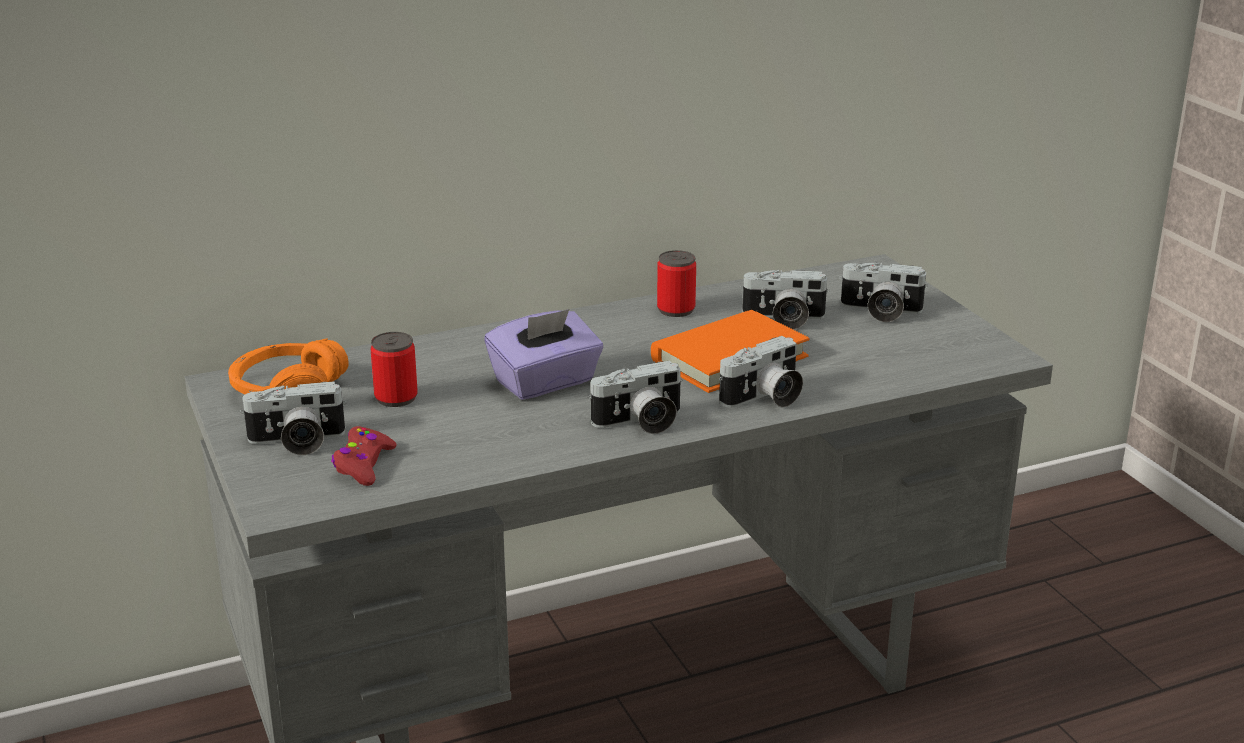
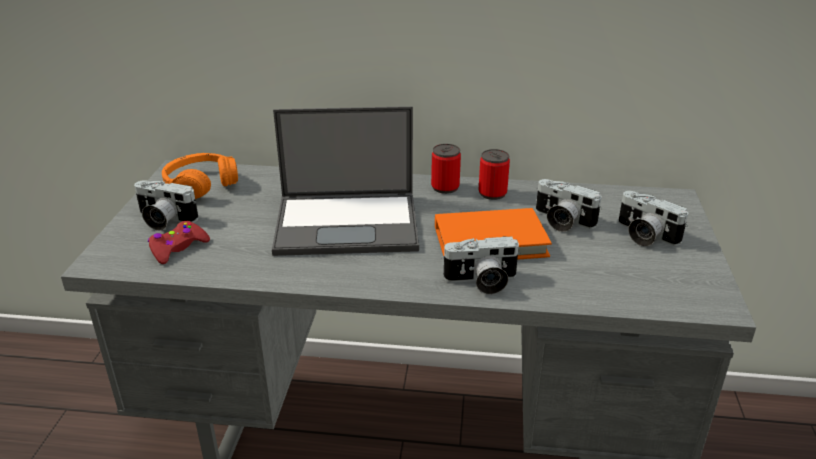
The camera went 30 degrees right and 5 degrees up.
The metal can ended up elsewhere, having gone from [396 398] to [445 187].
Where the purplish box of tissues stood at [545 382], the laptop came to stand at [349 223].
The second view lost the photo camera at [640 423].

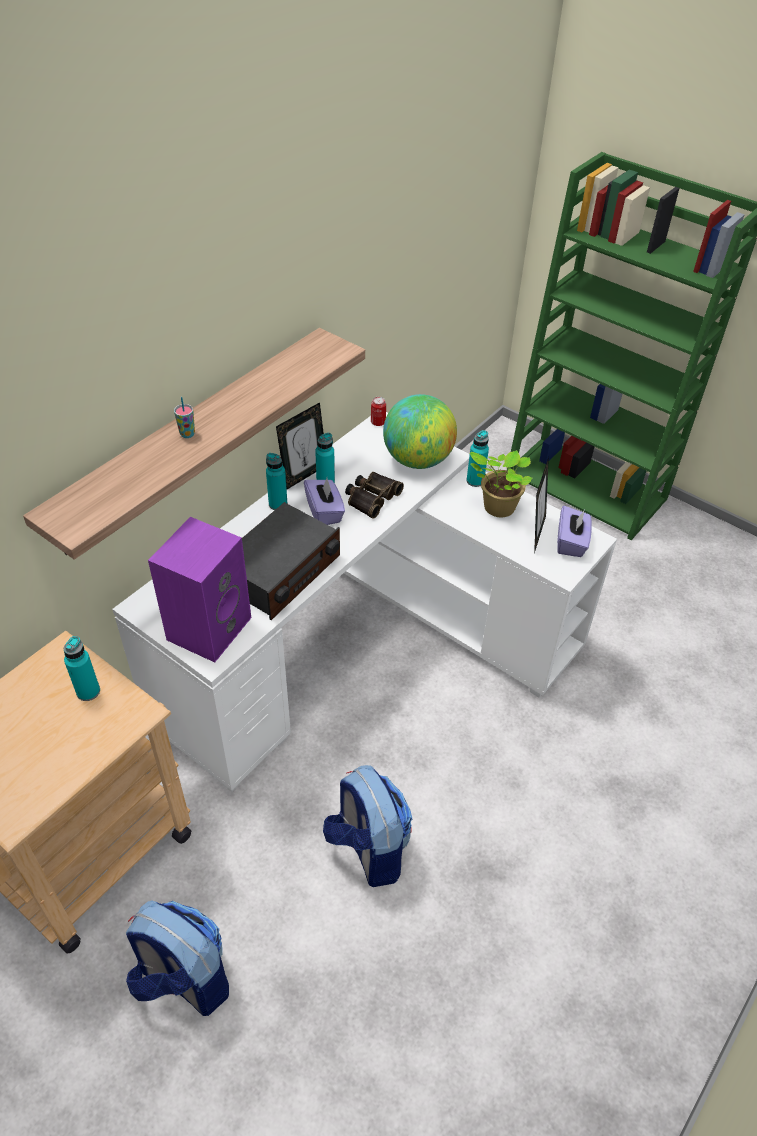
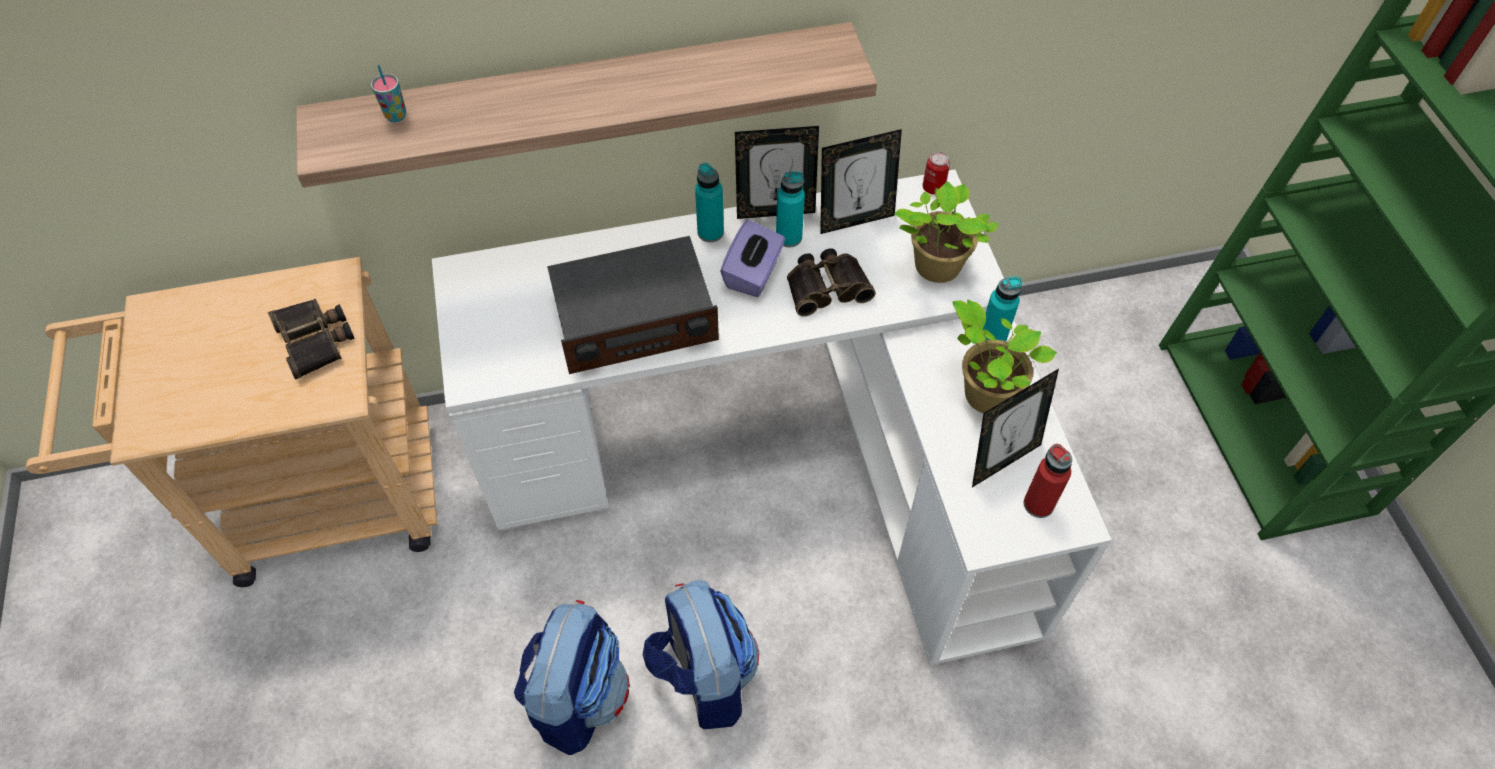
The camera went 40 degrees right and 10 degrees up.
Where the blue-green bottle stood at [88 691], the field glasses came to stand at [316 340].
The knapsack ended up elsewhere, having gone from [184 979] to [704 676].
The second view lost the purplish loudspeaker at [209 626].
The small cup ended up elsewhere, having gone from [187 434] to [396 116].
Where the globe stood at [418 460], the potted plant came to stand at [934 268].
Where the purplish box of tissues stood at [571 542], the reddish bottle came to stand at [1038 504].
The second view gained the picture frame at [855 220].

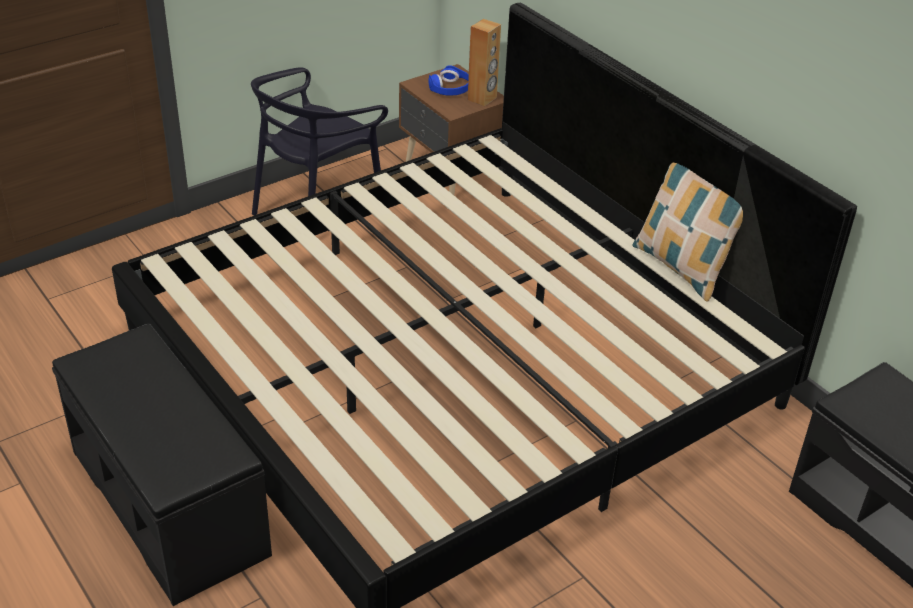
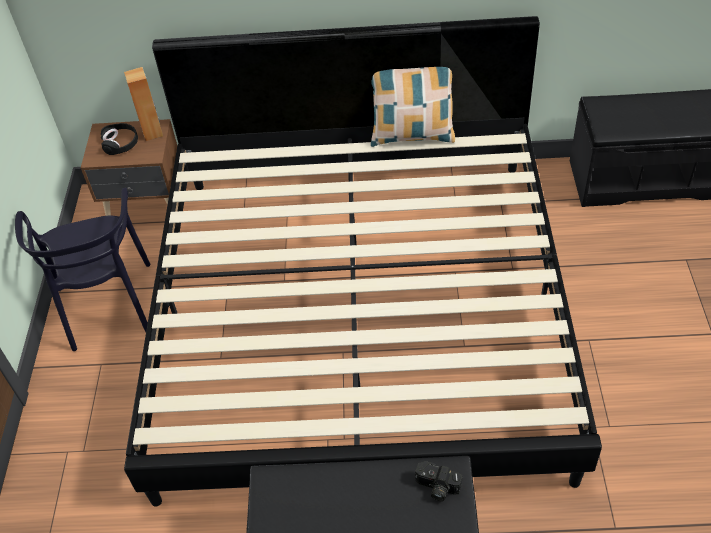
The camera went 50 degrees left and 10 degrees up.
What was the blue pair of headphones at [450 88] turned into the black-coloured pair of headphones at [121 143].
The second view gained the photo camera at [436 487].

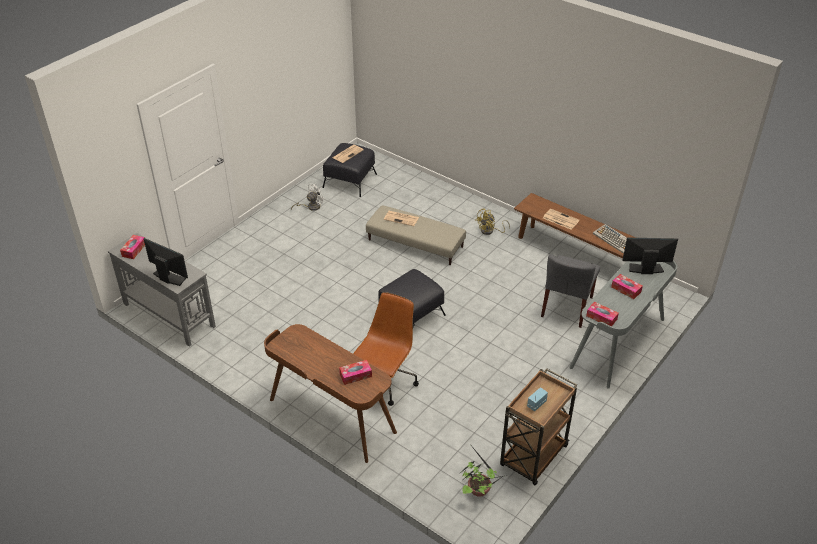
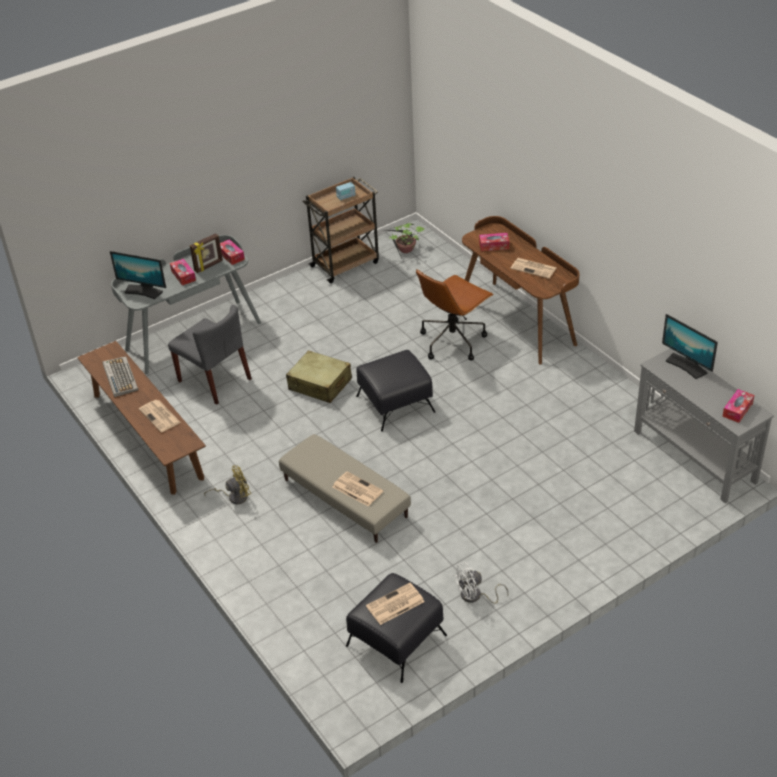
The camera went 160 degrees left and 0 degrees up.
The gray upright chair at [567 307] ended up facing another way, 90 degrees clockwise from before.
The second view gained the picture frame at [209 266].
The second view gained the sand-coloured travel case at [320 384].
The second view gained the newspaper at [534 268].

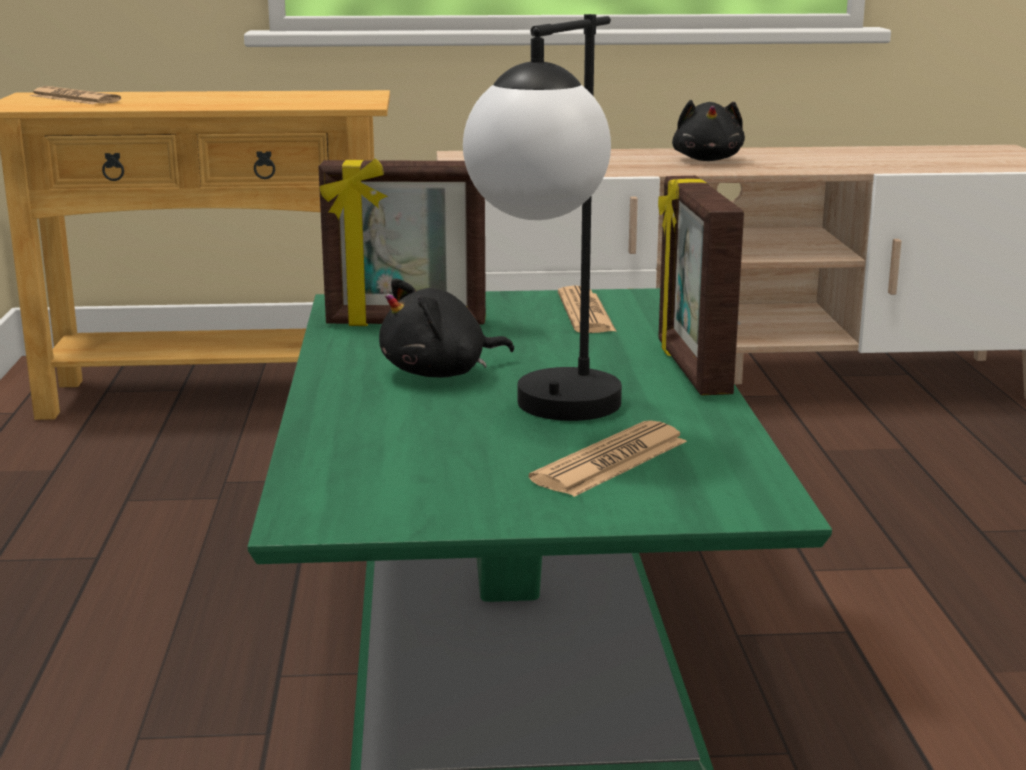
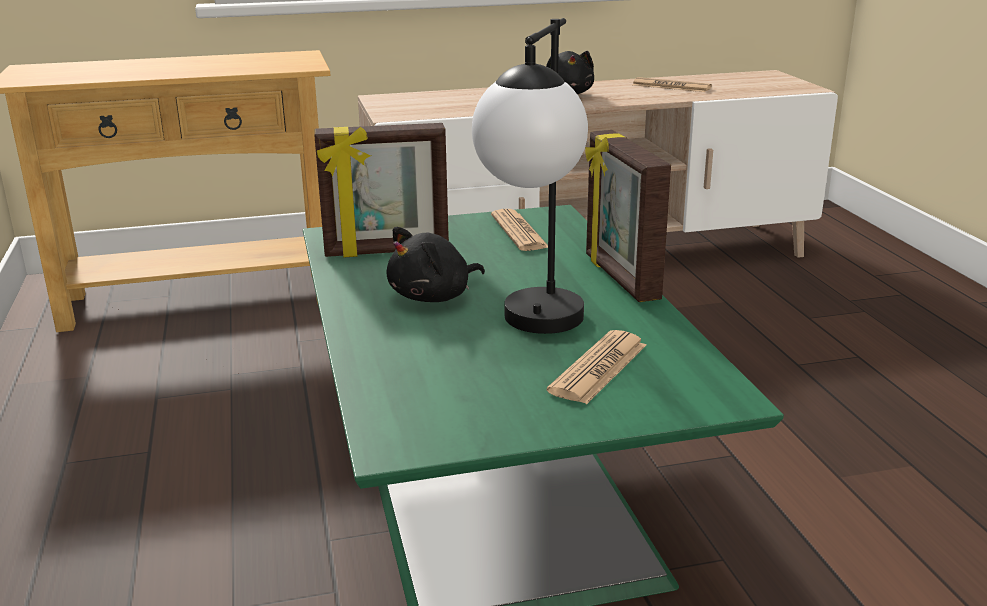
The camera went 10 degrees left and 5 degrees up.
The newspaper ended up elsewhere, having gone from [74 98] to [671 86].

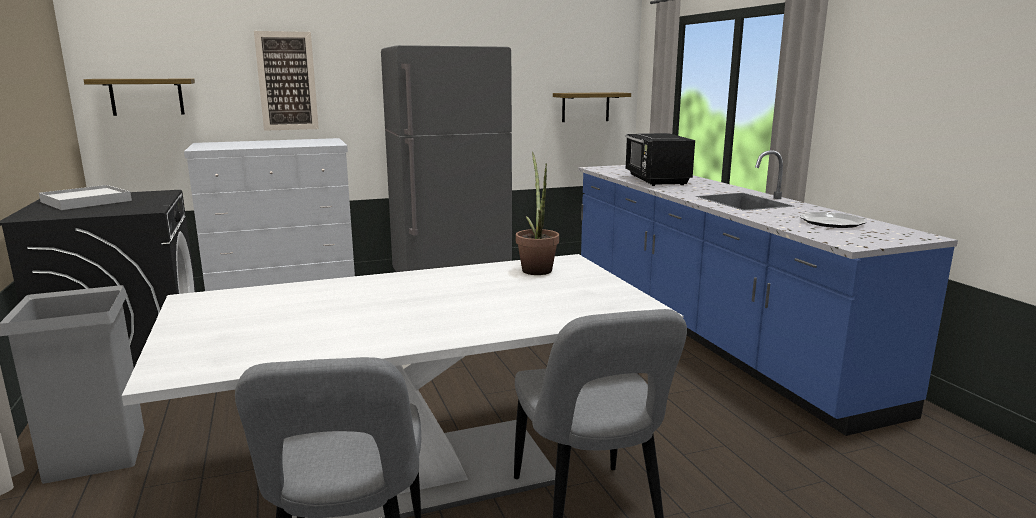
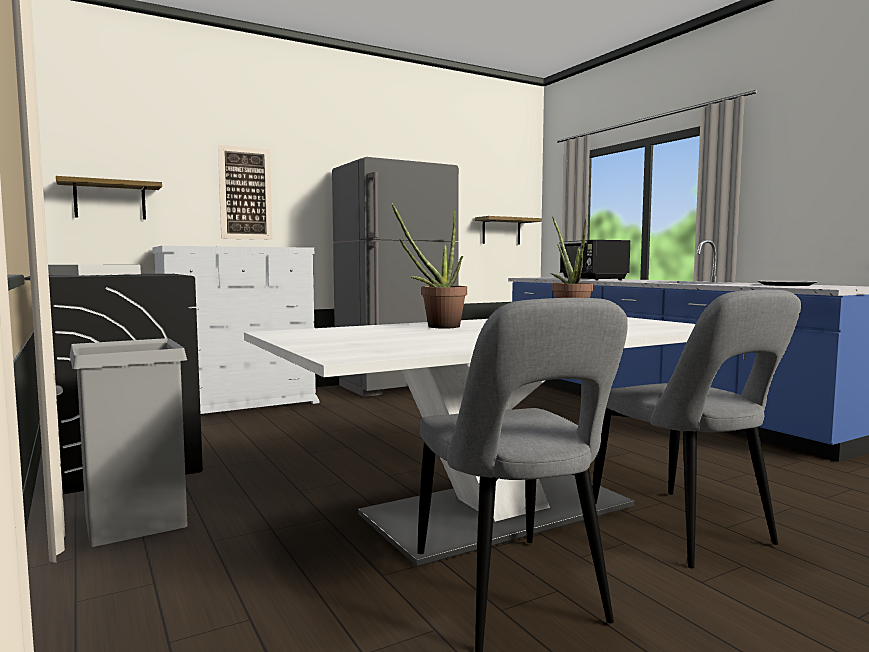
The camera went 10 degrees left and 10 degrees down.
The second view gained the potted plant at [437 327].

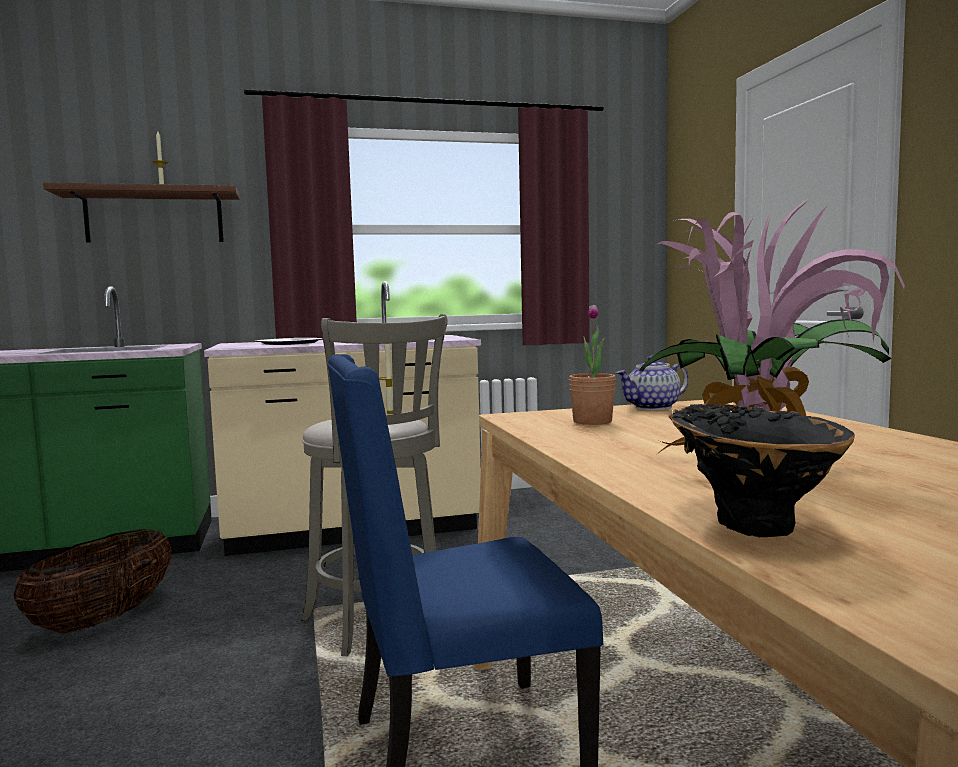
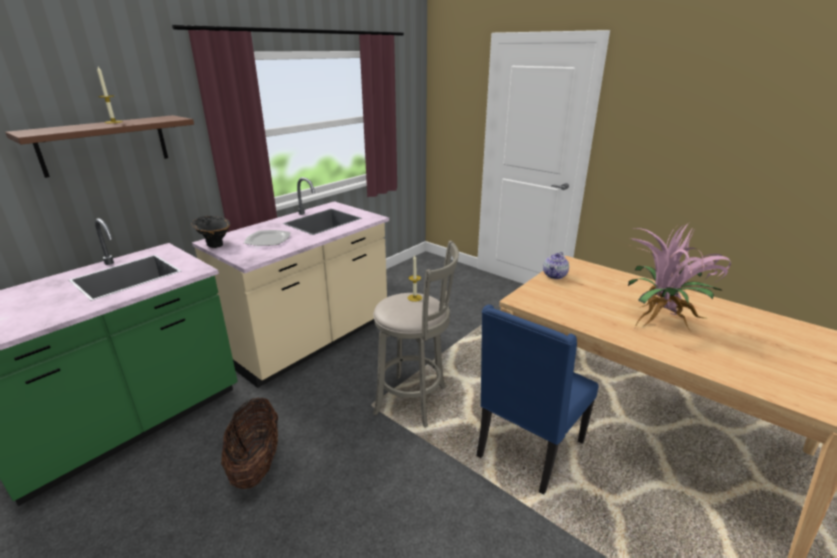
The camera went 35 degrees left and 20 degrees up.
The second view lost the potted plant at [592 421].
The black-coloured flower vase ended up elsewhere, having gone from [752 521] to [215 243].

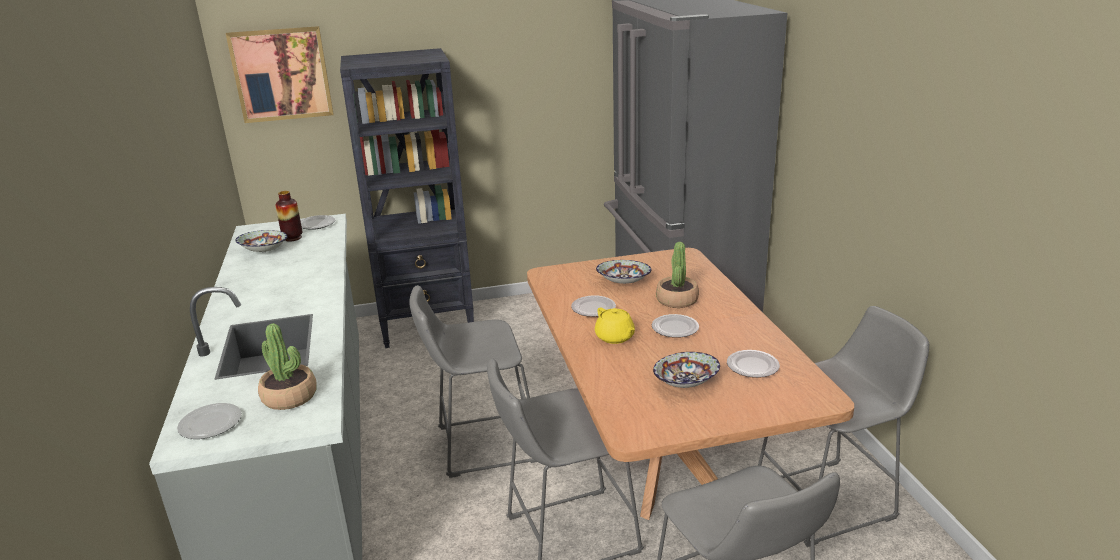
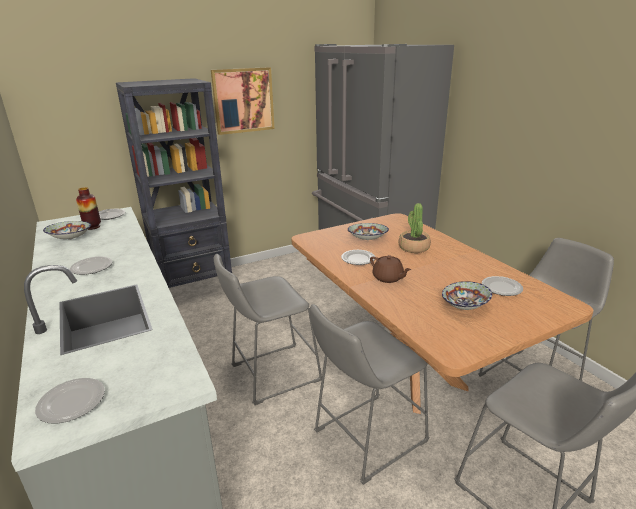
The camera went 15 degrees left and 0 degrees up.
The wall picture ended up elsewhere, having gone from [281 74] to [243 100].
The second view lost the potted plant at [290 396].
What was the yellow-coloured tea pot at [615 337] turned into the brown-coloured tea pot at [388 278].
The plate ended up elsewhere, having gone from [674 328] to [91 268].

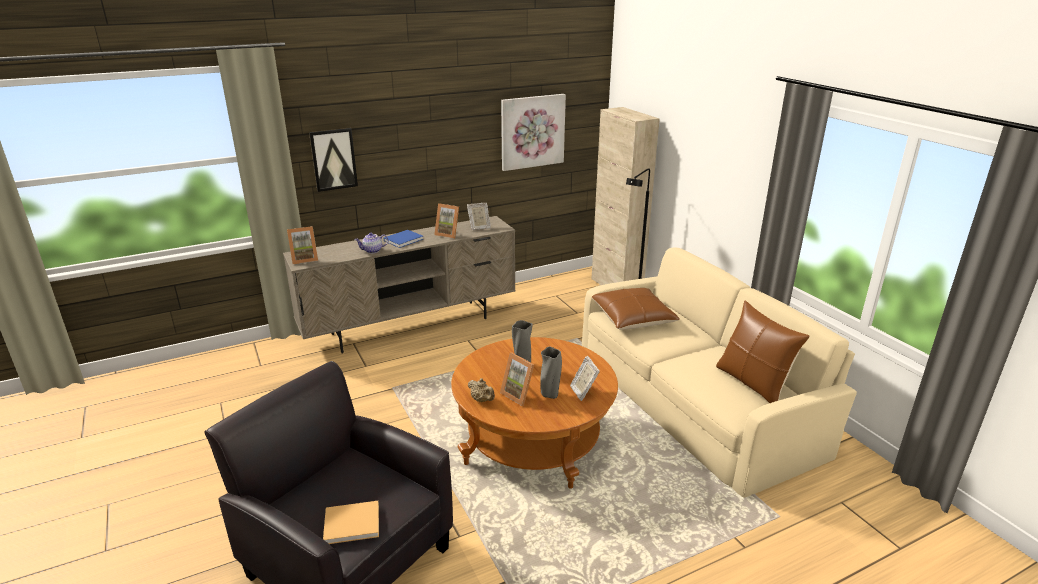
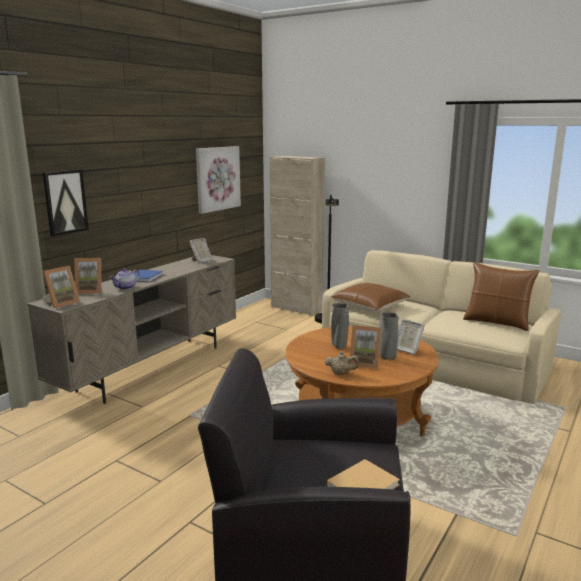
The camera went 30 degrees left and 10 degrees down.
The picture frame ended up elsewhere, having gone from [448 234] to [90 291].

